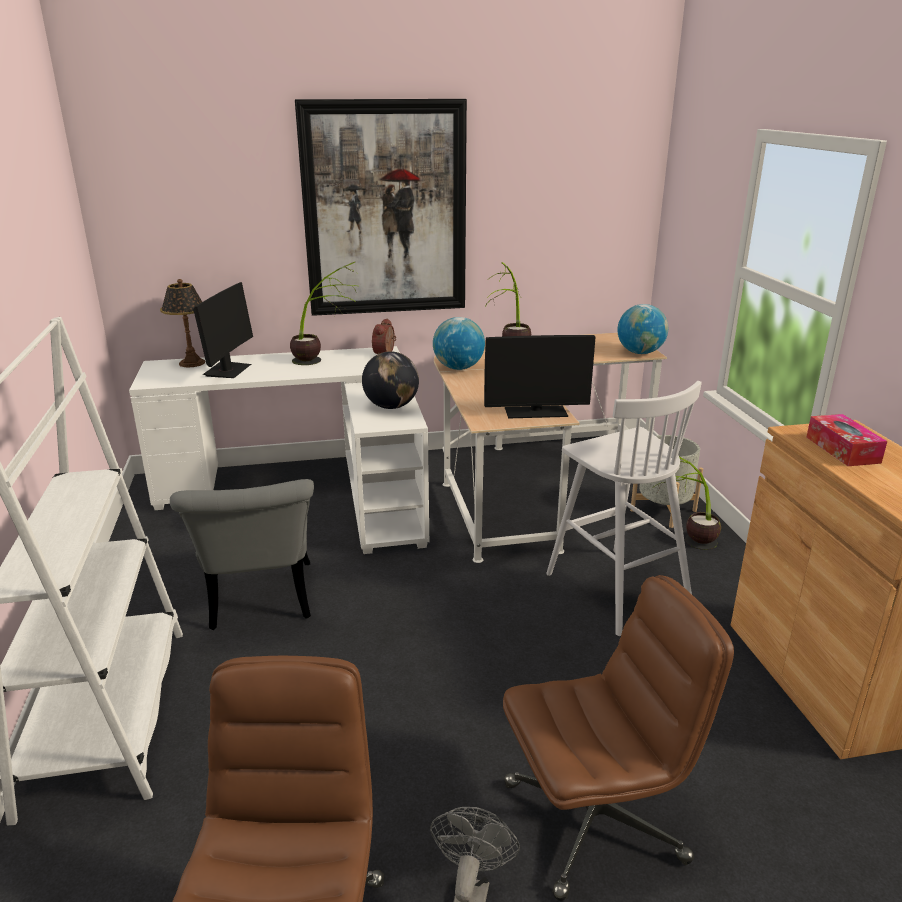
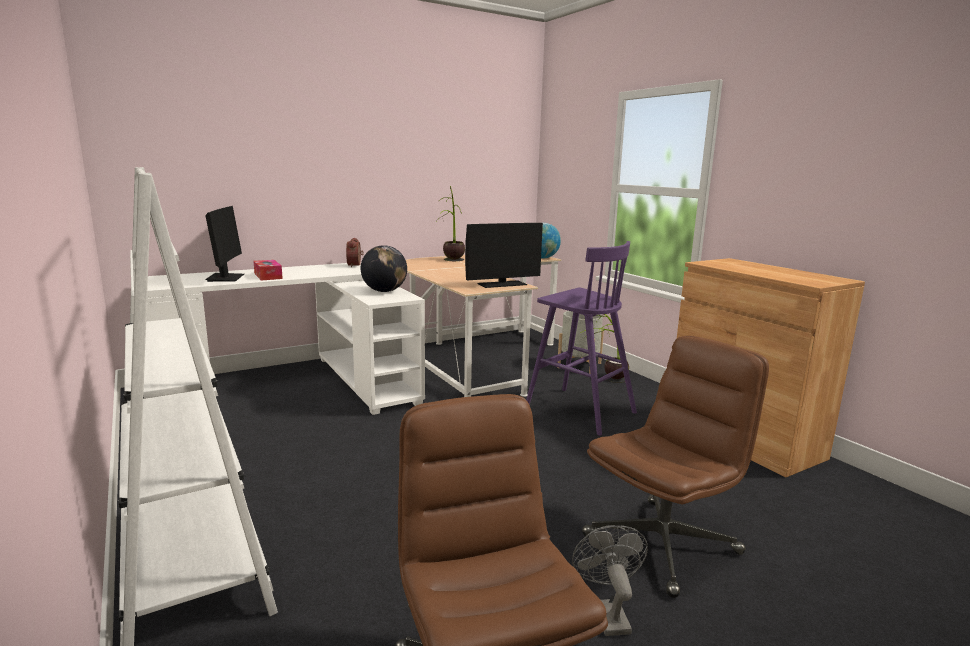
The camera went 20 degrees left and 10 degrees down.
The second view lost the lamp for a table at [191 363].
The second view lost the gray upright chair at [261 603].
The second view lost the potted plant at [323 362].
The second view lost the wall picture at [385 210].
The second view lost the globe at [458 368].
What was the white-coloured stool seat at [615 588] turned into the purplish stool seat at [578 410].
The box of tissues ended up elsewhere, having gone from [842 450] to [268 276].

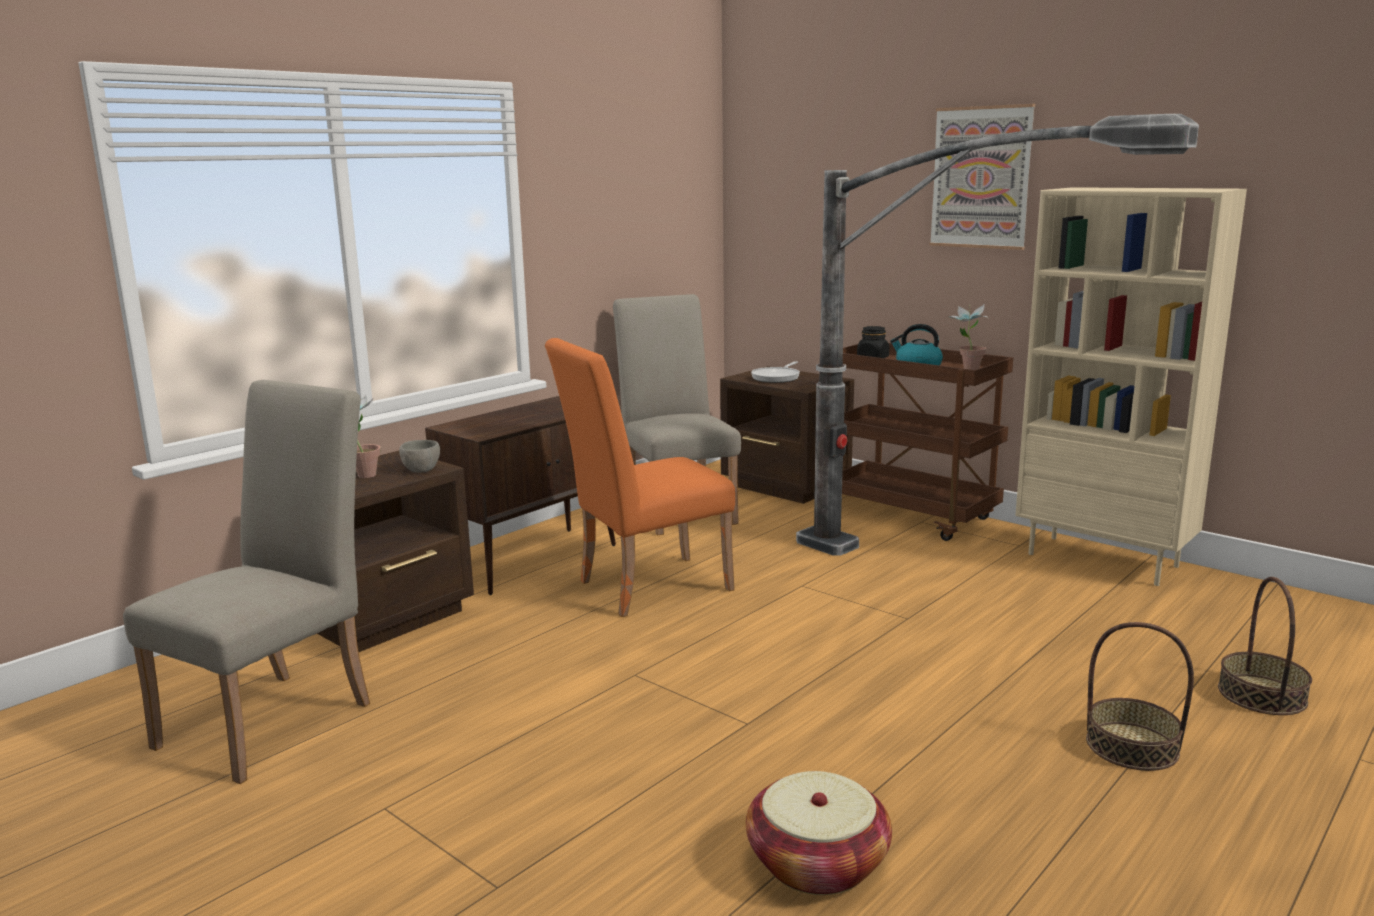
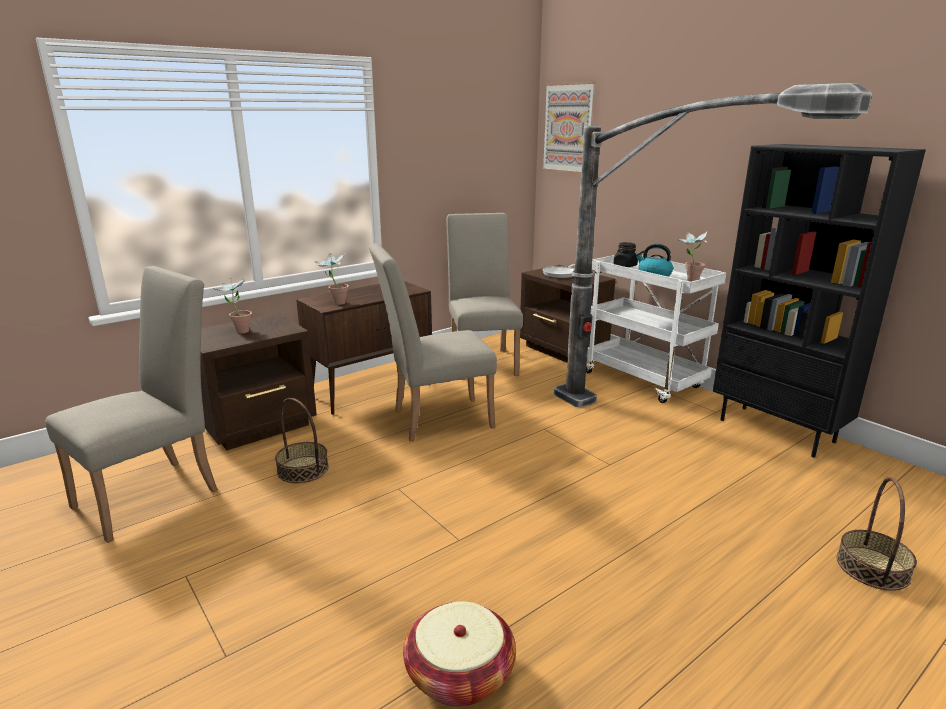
The camera went 10 degrees right and 5 degrees up.
The second view lost the gray deep dish at [420 470].
What was the orange upright chair at [644 587] turned into the sand-coloured upright chair at [434 419].
What was the brown-coloured cart at [913 516] turned into the white-coloured cart at [644 381].
The wall picture ended up elsewhere, having gone from [981 178] to [568 128].
What was the sand-coloured bookcase at [1104 560] turned into the black-coloured bookcase at [777 430].
The household basket ended up elsewhere, having gone from [1132 746] to [303 469].
The second view gained the potted plant at [335 303].

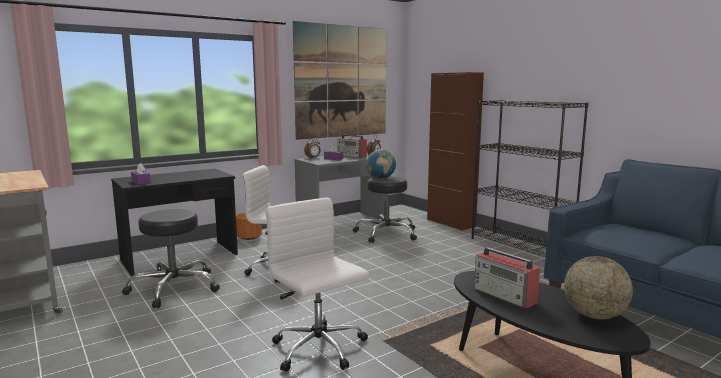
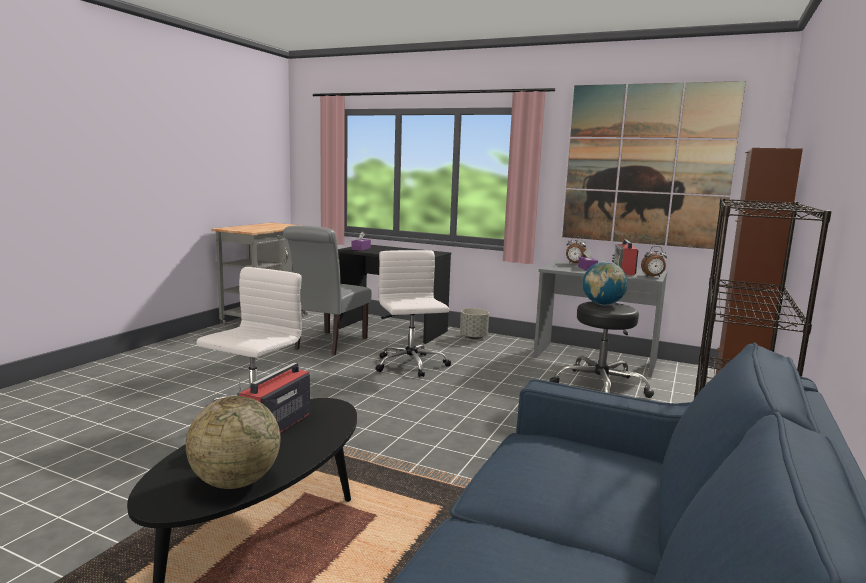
The camera went 60 degrees right and 0 degrees up.
Where the black-coloured stool seat stood at [174 288], the gray upright chair came to stand at [328 344].
What was the orange plant pot at [249 238] turned into the gray plant pot at [473 337].

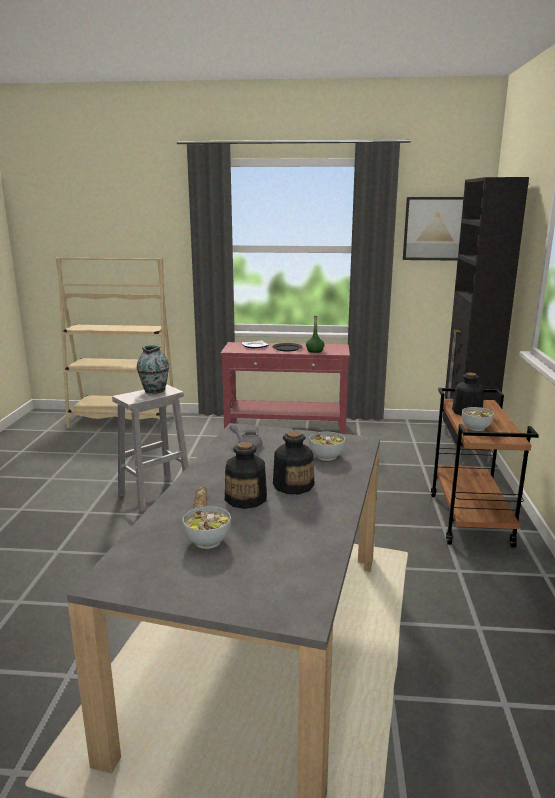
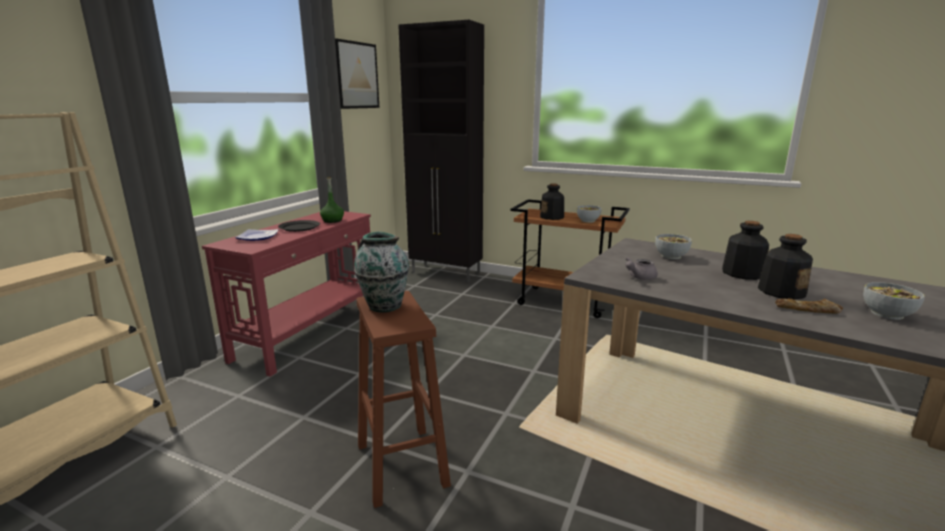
The camera went 70 degrees left and 0 degrees up.
What was the white-coloured stool seat at [156 493] turned into the brown-coloured stool seat at [401 463].

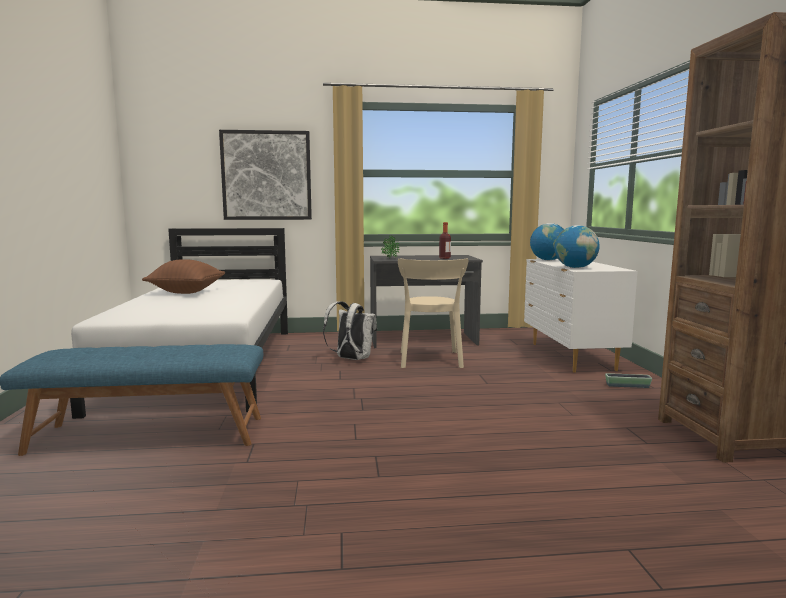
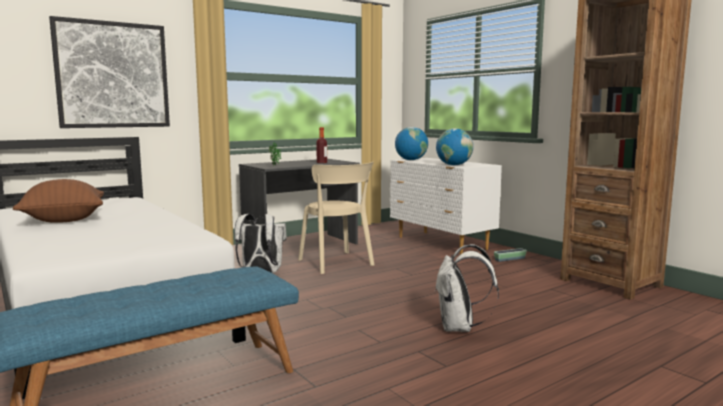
The camera went 30 degrees left and 0 degrees up.
The second view gained the white-coloured knapsack at [459 328].

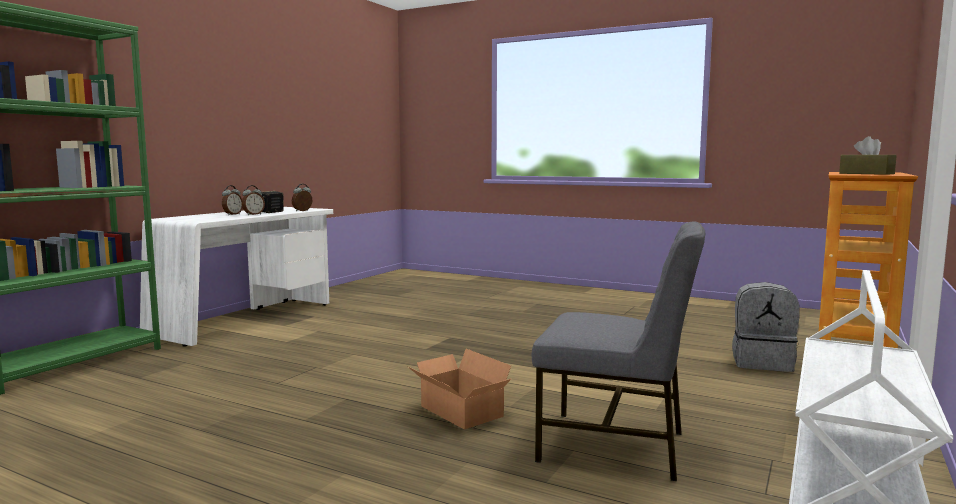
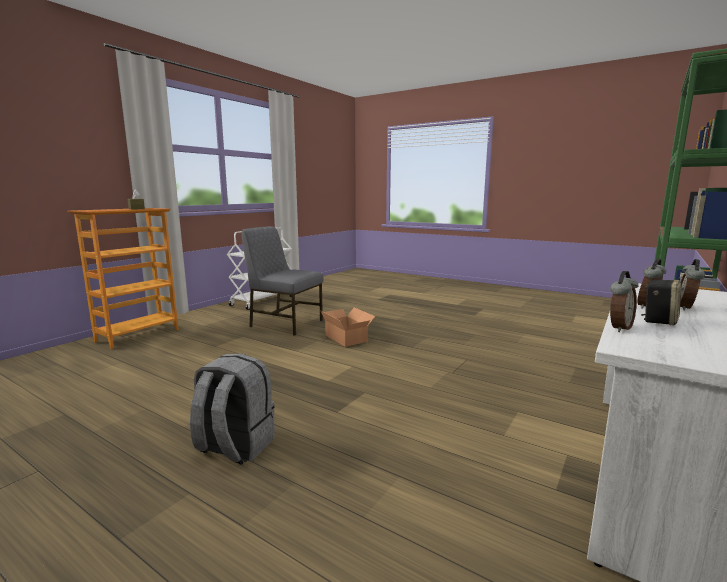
The camera went 175 degrees left and 5 degrees up.
The gray knapsack ended up elsewhere, having gone from [762 363] to [234 446].

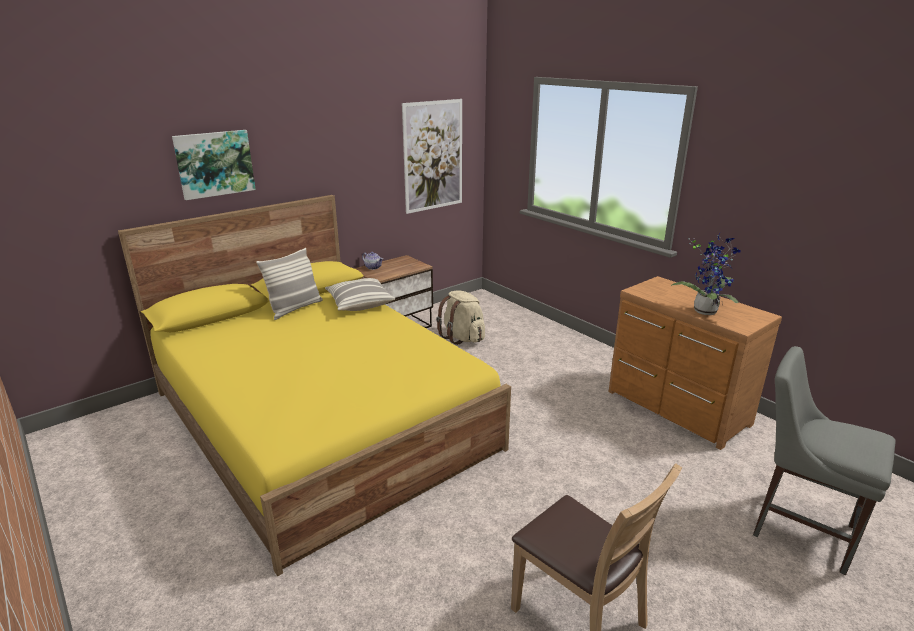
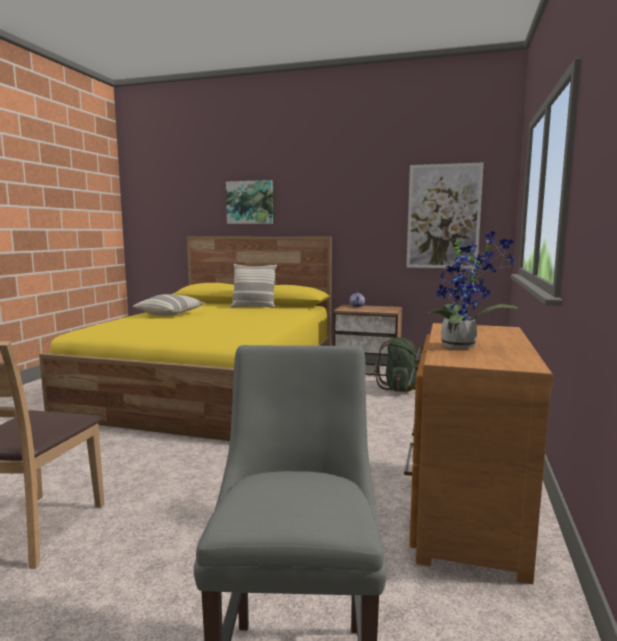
The camera went 55 degrees right and 15 degrees down.
The pillow ended up elsewhere, having gone from [359 304] to [170 314].
What was the sand-coloured knapsack at [462 338] turned into the green knapsack at [399 389].

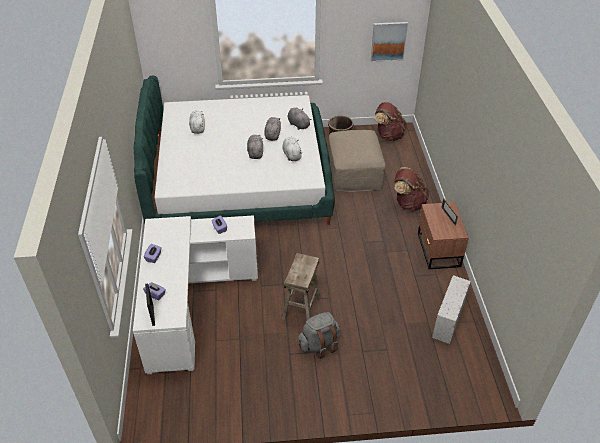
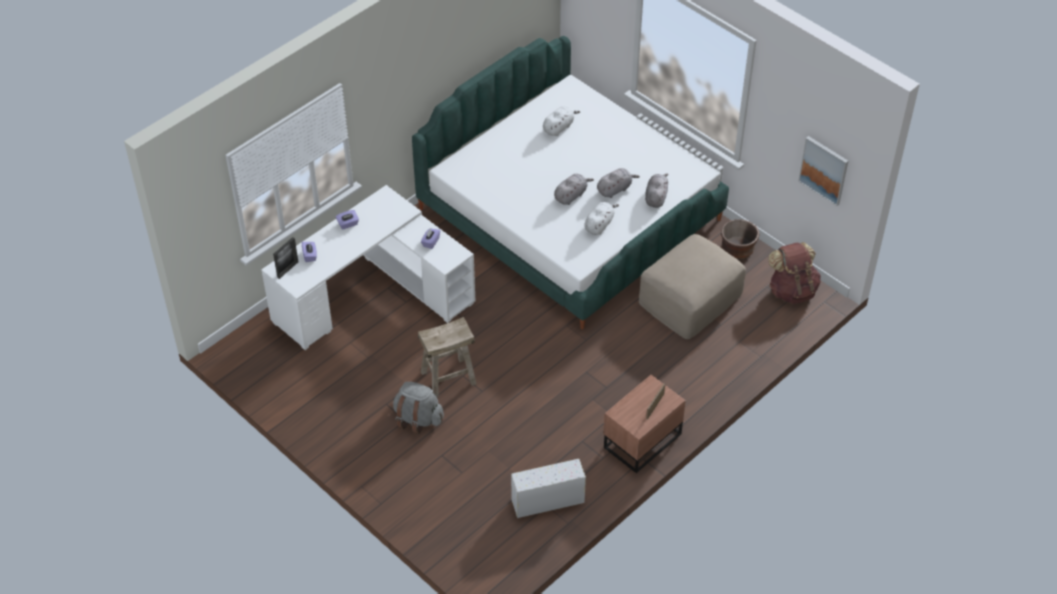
The camera went 50 degrees right and 5 degrees up.
The second view lost the brown-coloured knapsack at [408 203].

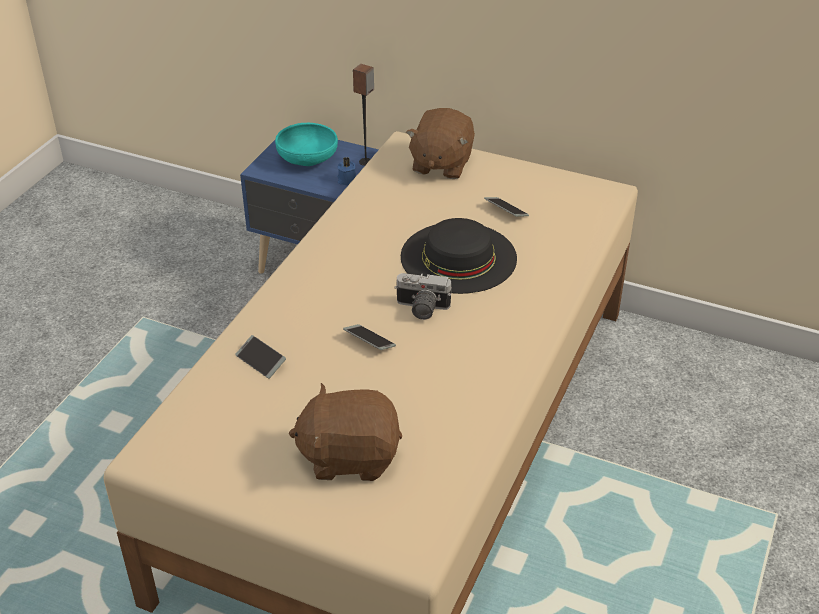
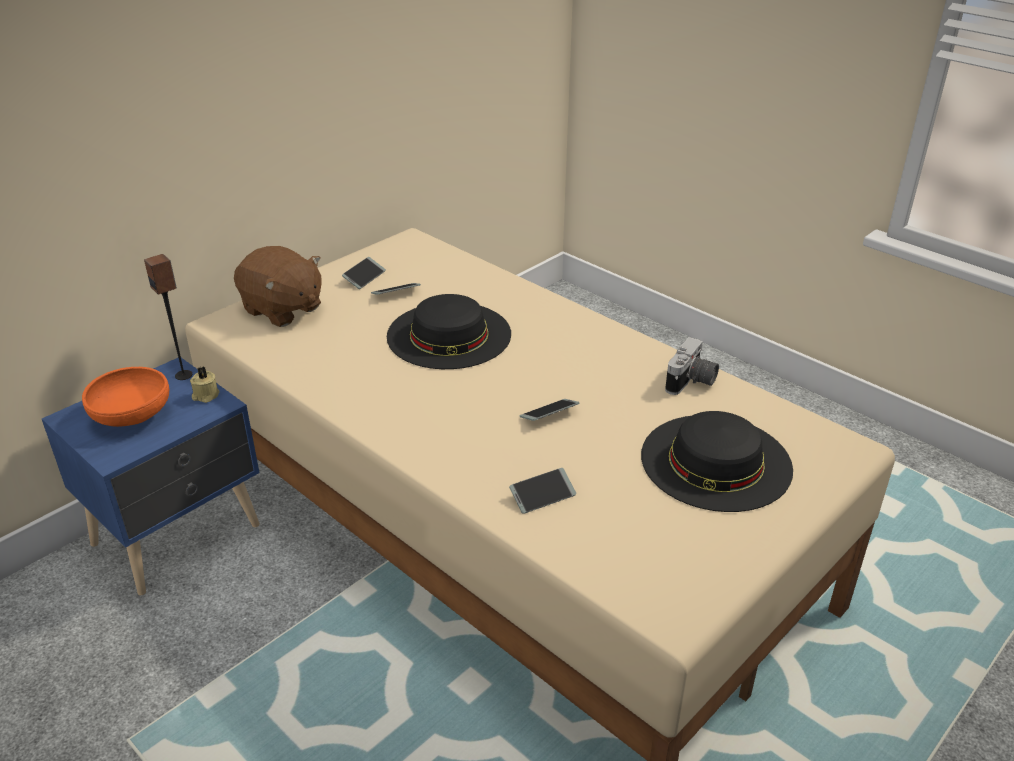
The camera went 70 degrees left and 5 degrees down.
What was the blue-green deep dish at [307 159] turned into the orange deep dish at [132 415].
Where the brown-coloured soft toy stood at [349 456], the black-coloured wearable hat came to stand at [716 461].
What was the blue wax light at [346 180] turned into the sand-coloured wax light at [205 395].
The photo camera ended up elsewhere, having gone from [421 309] to [691 382].
The second view gained the handset at [364 277].

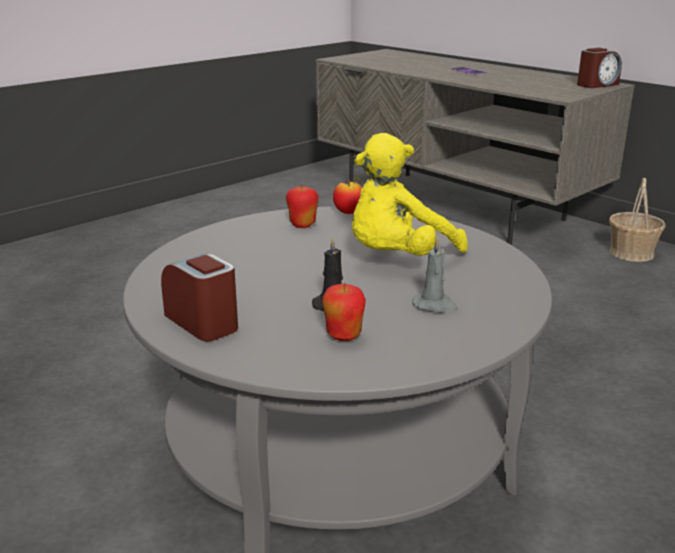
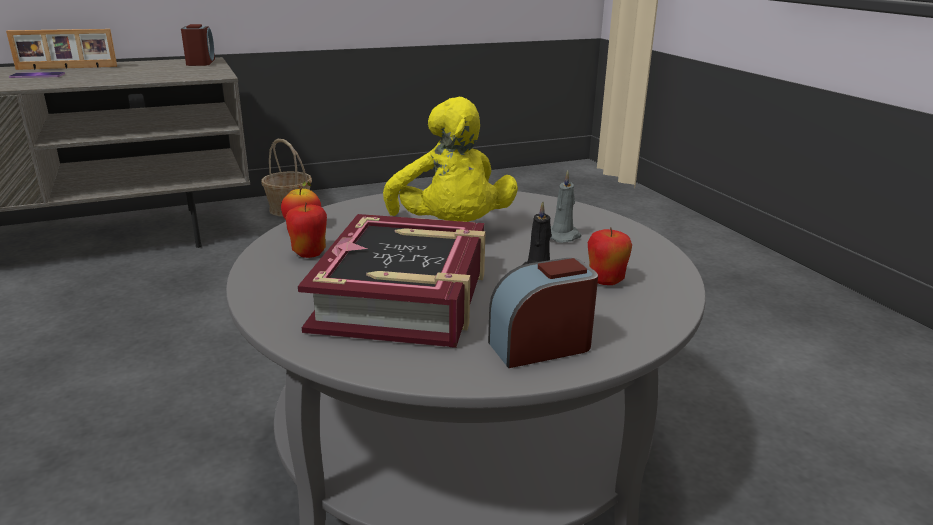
The camera went 70 degrees left and 0 degrees up.
The second view gained the picture frame at [67 68].
The second view gained the volume at [404 295].

